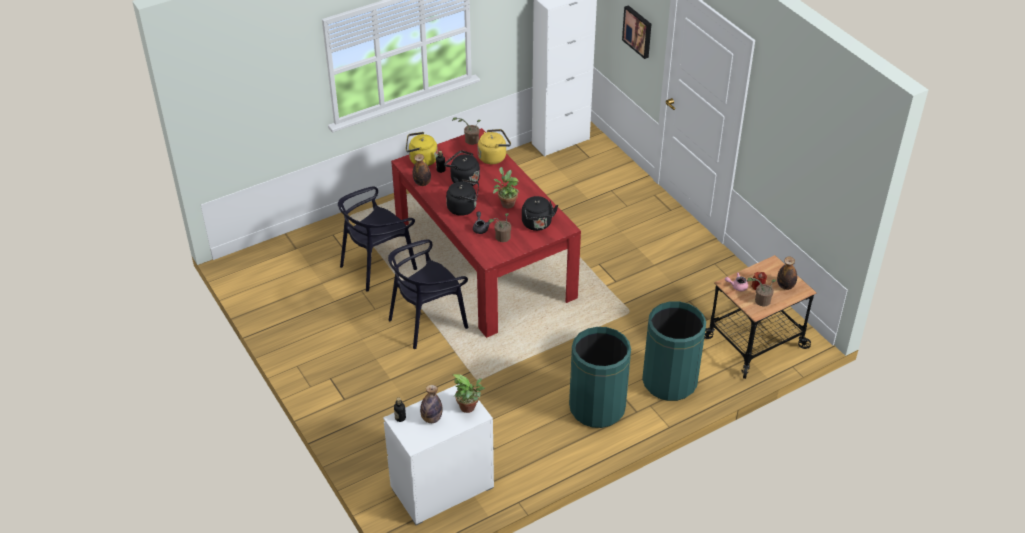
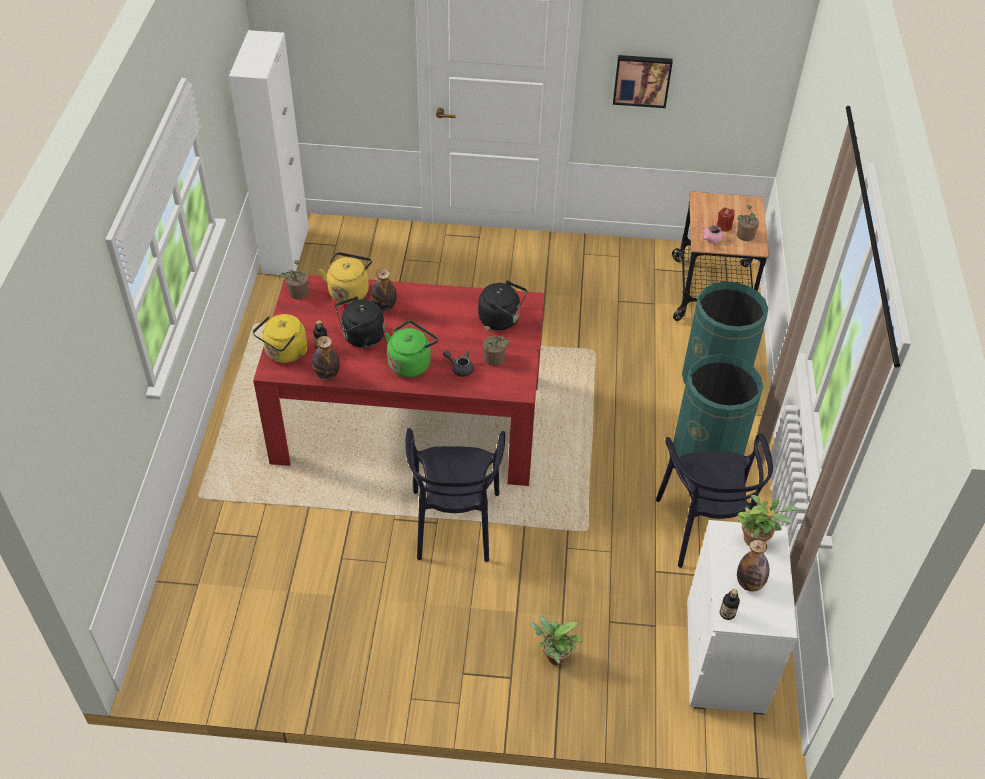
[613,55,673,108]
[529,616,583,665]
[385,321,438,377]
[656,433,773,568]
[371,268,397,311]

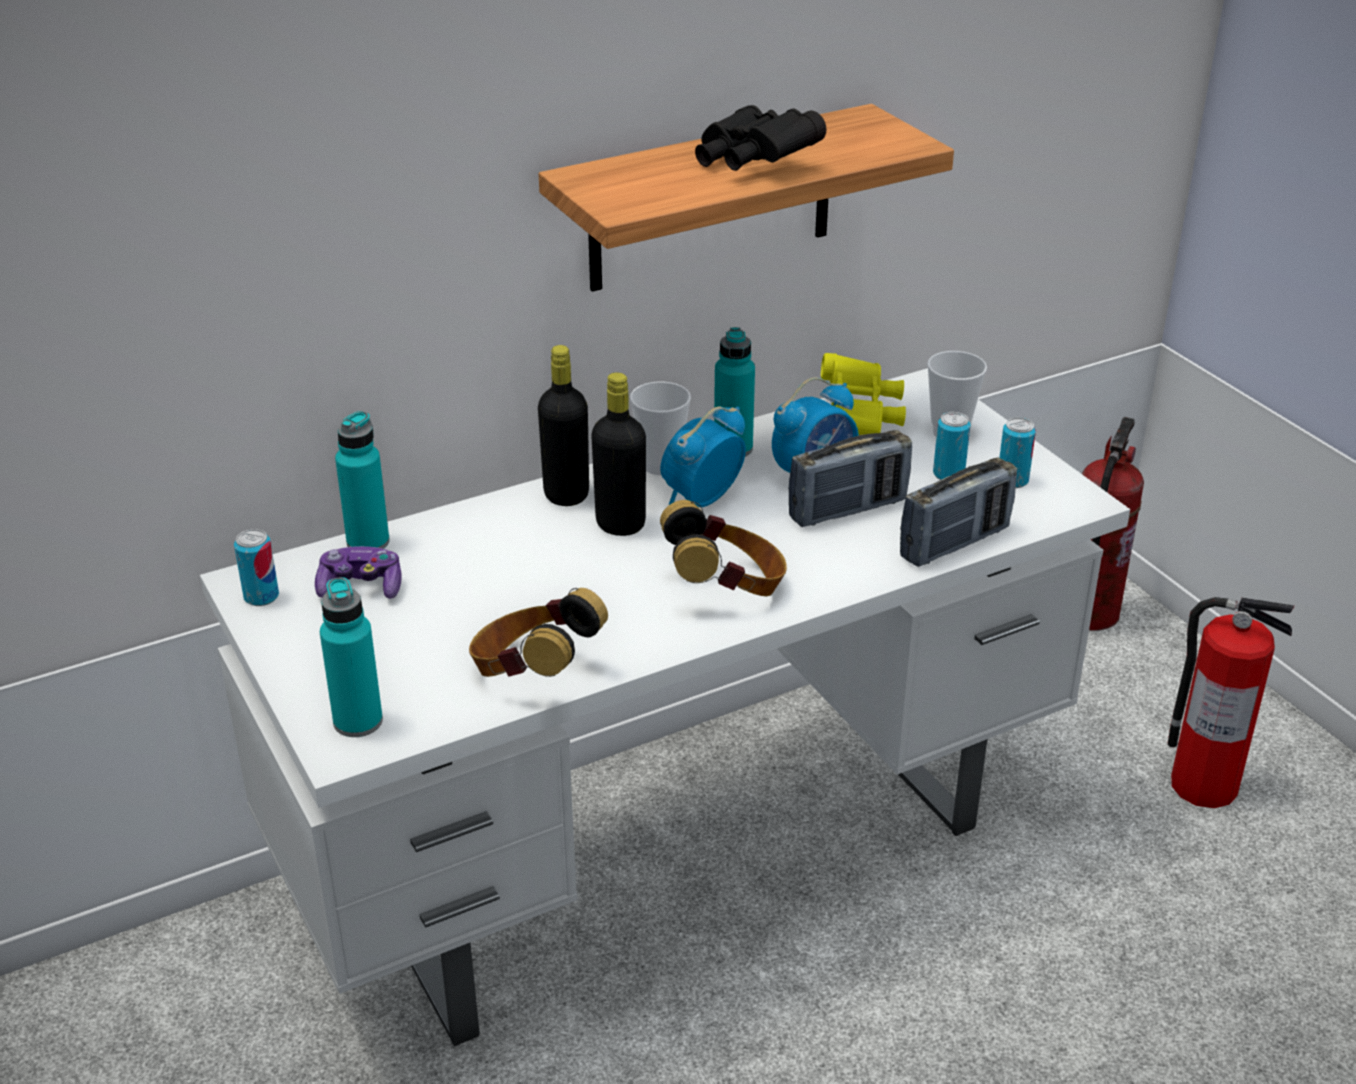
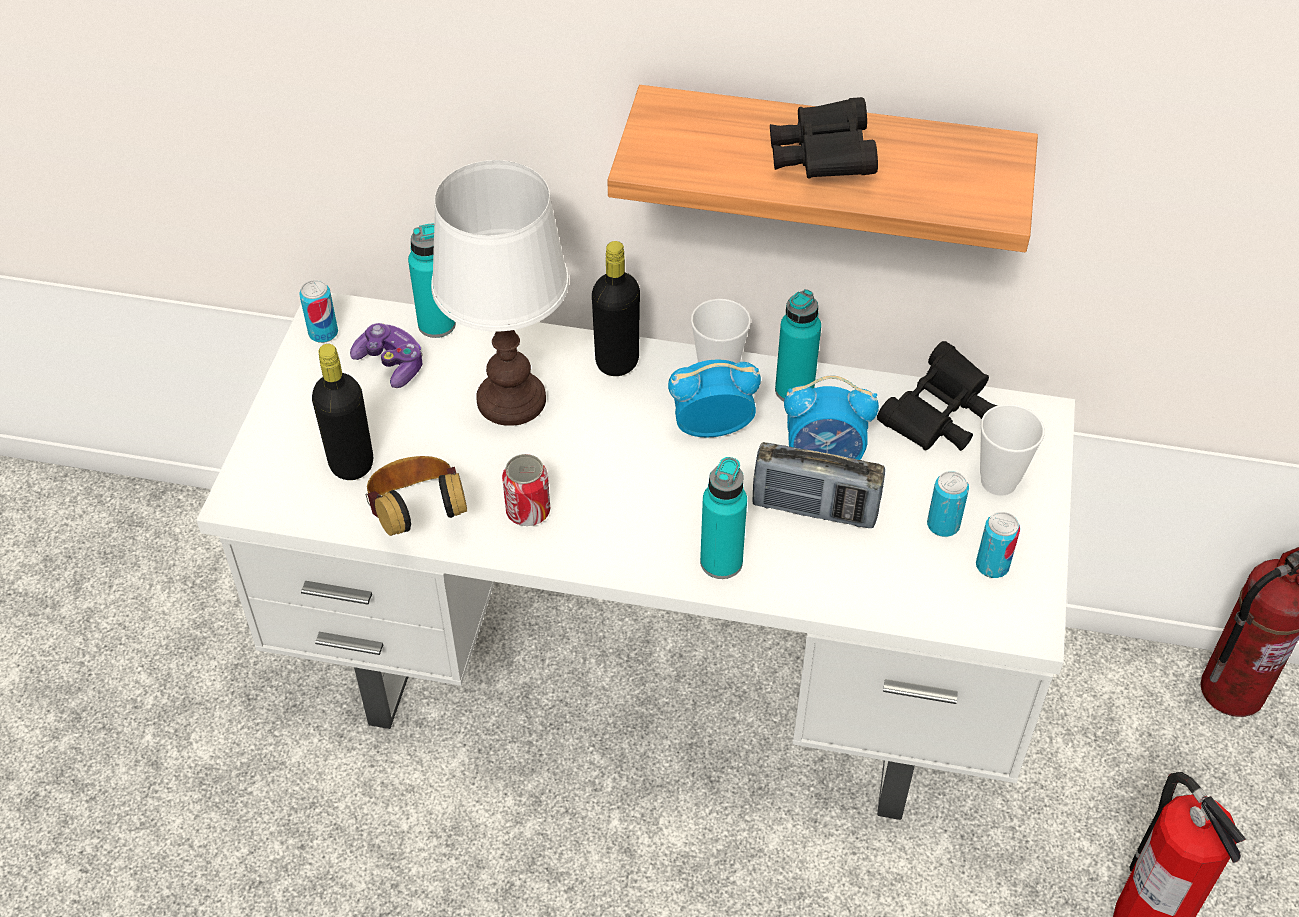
[877,341,997,451]
[312,344,373,480]
[900,458,1017,567] (first image)
[660,500,787,596] (first image)
[700,457,747,579]
[431,160,569,426]
[502,454,550,526]

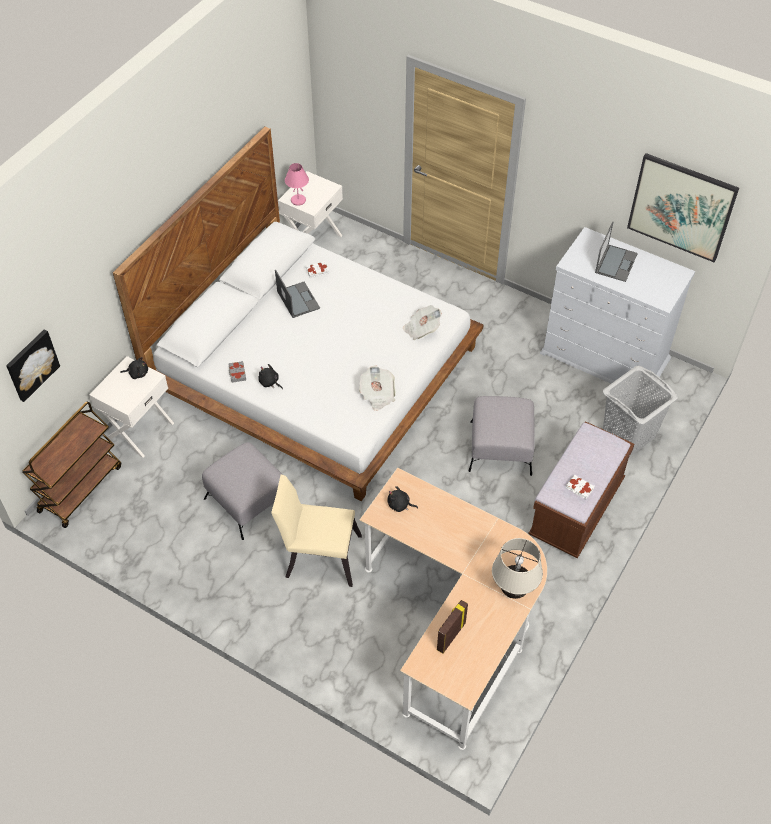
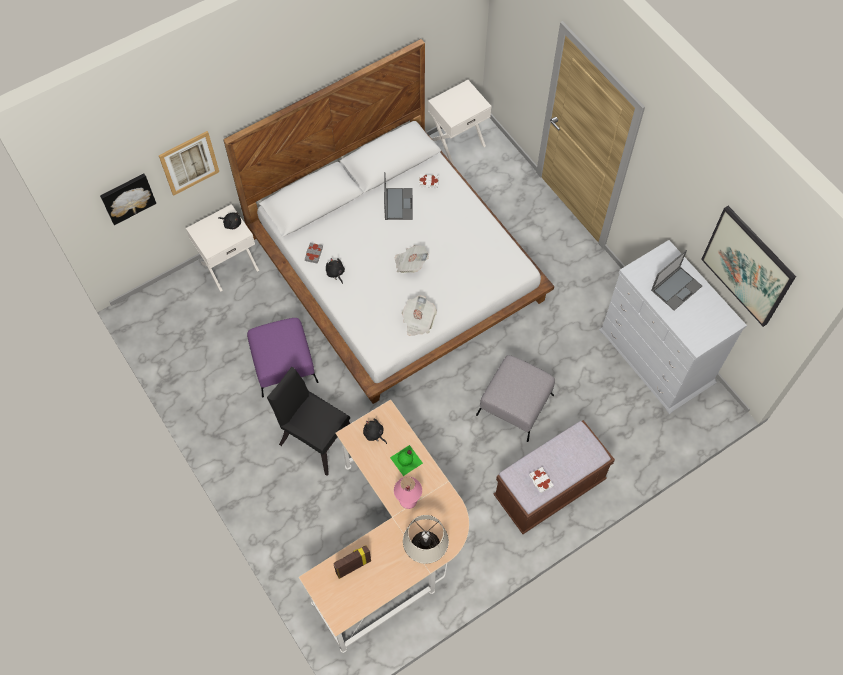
[394,477,422,509]
[395,245,429,273]
[603,366,678,455] (first image)
[22,402,121,528] (first image)
[247,318,318,398]
[267,367,350,476]
[159,131,219,196]
[390,445,423,476]

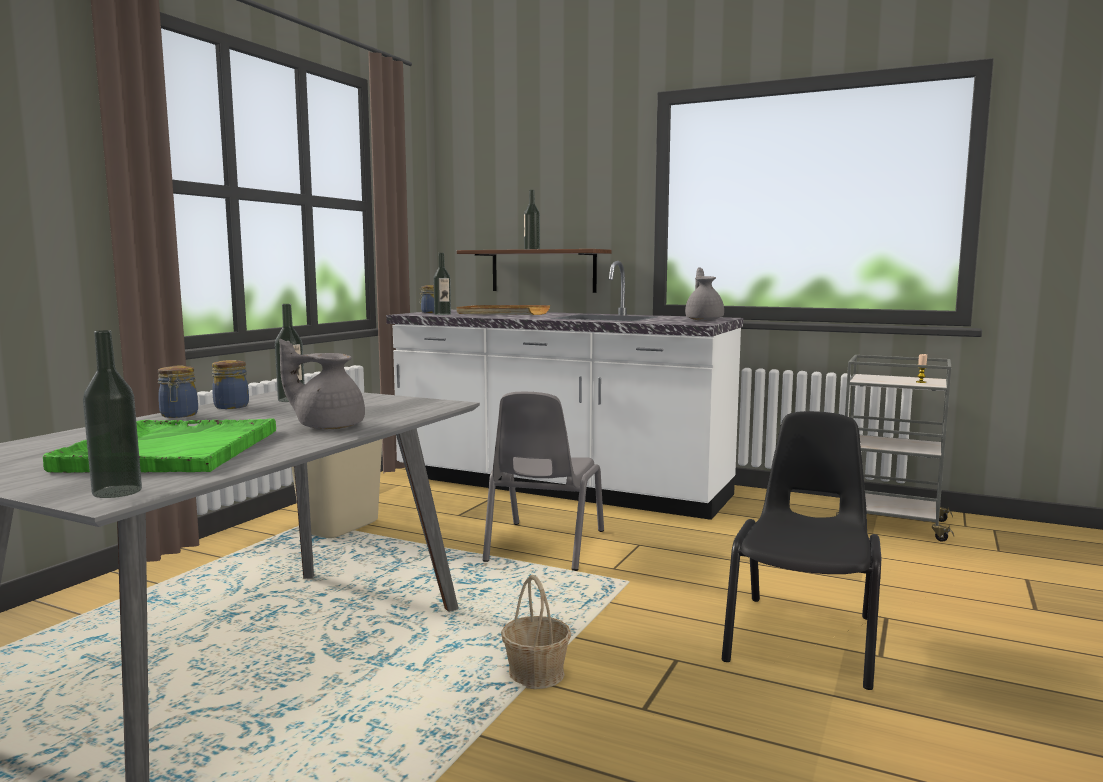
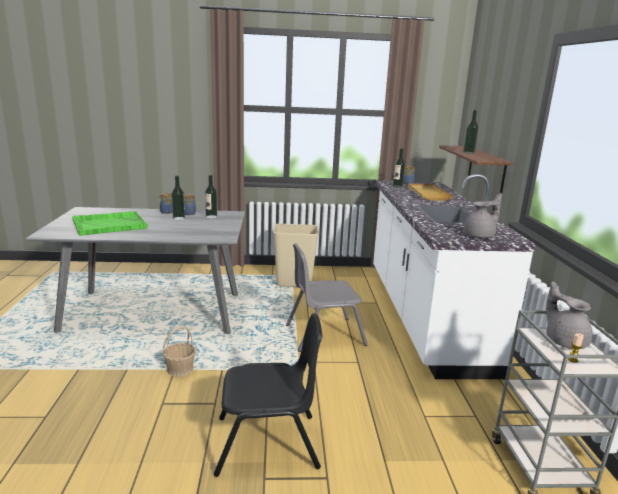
[172,176,185,220]
[546,281,592,349]

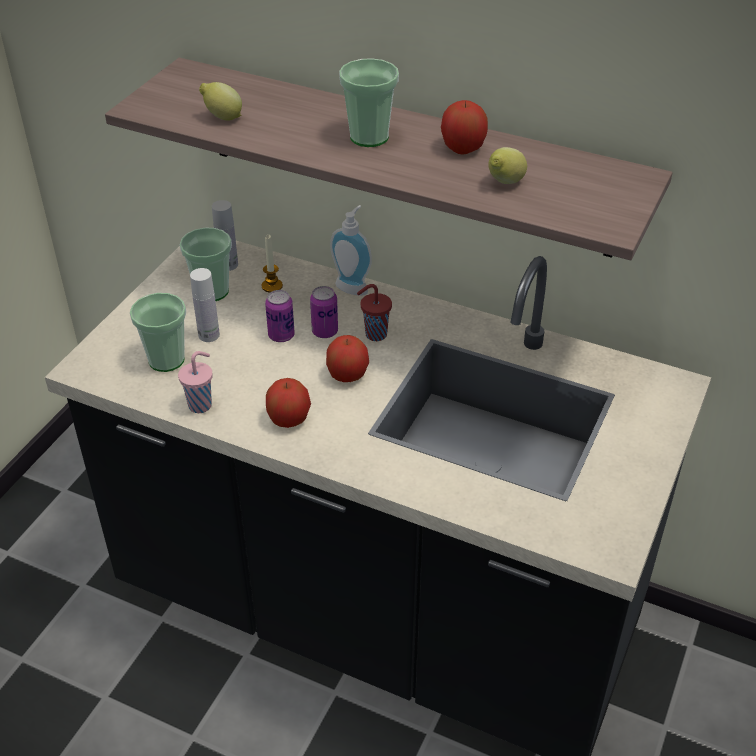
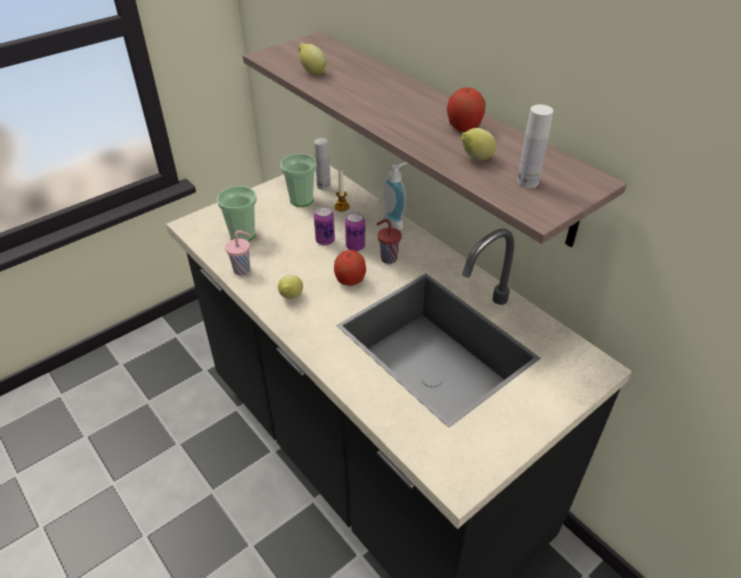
[339,58,399,147] (first image)
[517,104,553,188]
[278,275,303,299]

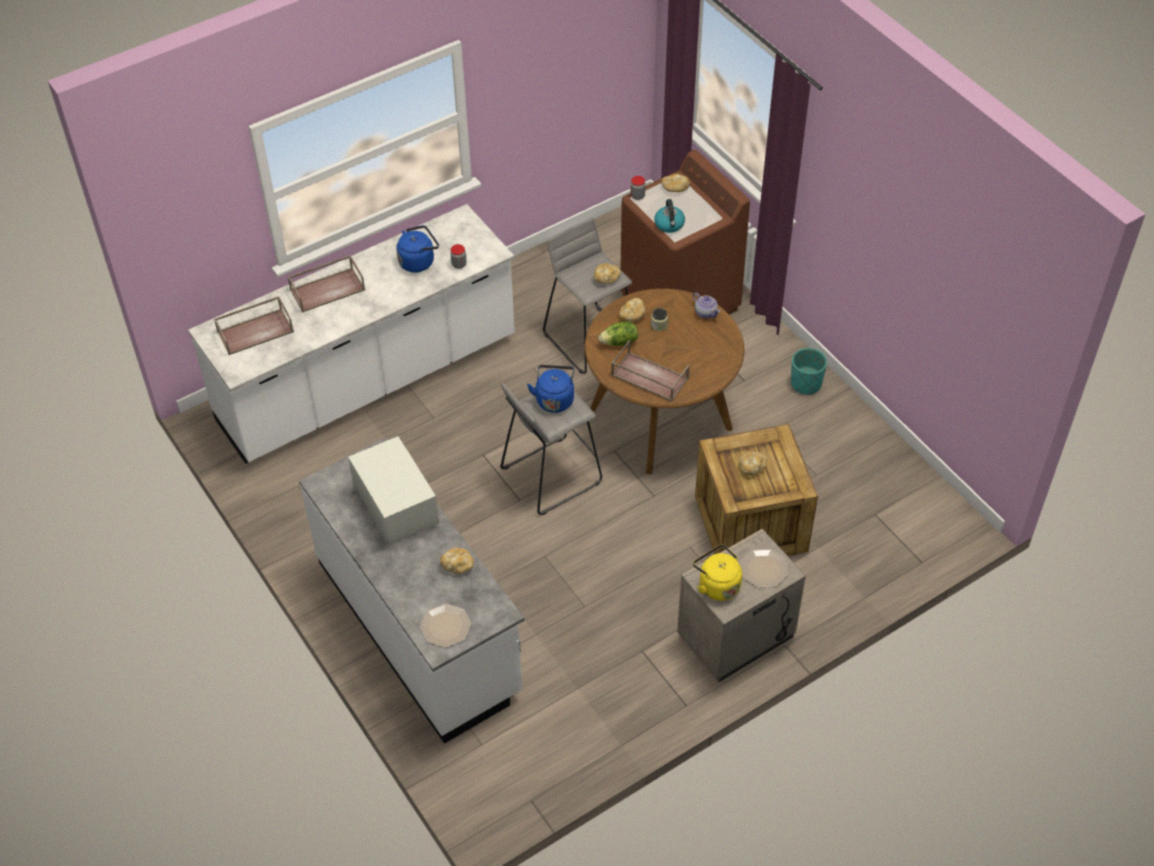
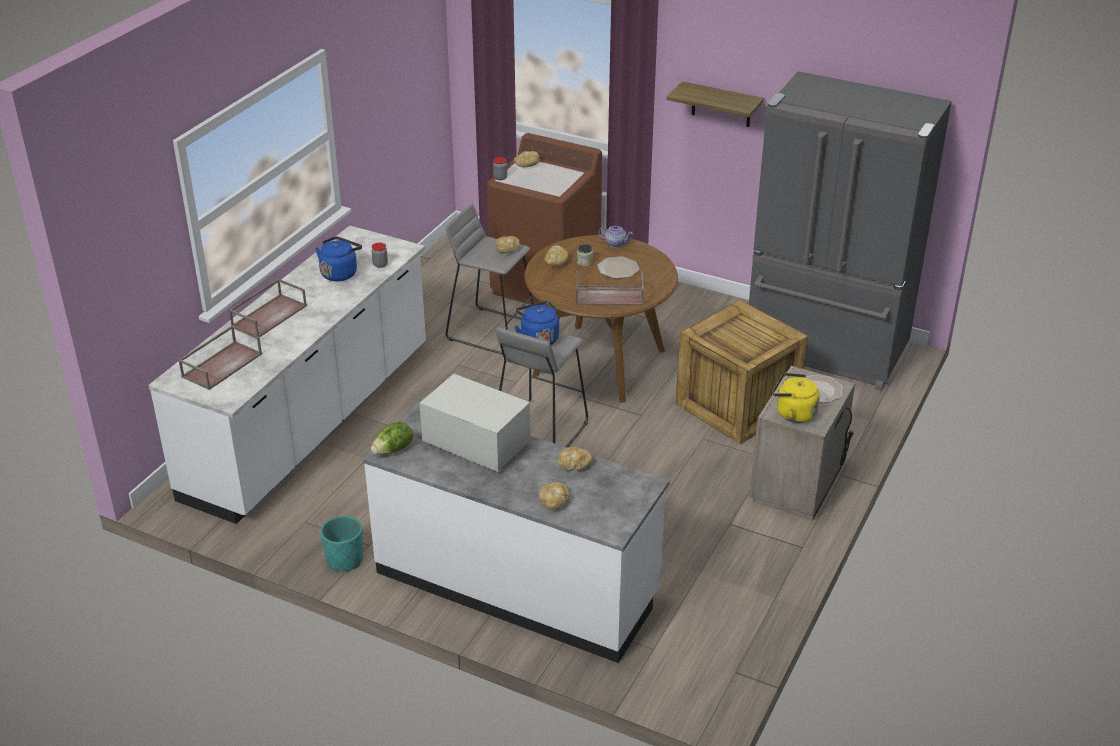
[654,199,685,233] (first image)
[371,422,414,455]
[321,516,363,571]
[539,482,570,509]
[597,256,639,279]
[749,71,951,391]
[666,81,764,127]

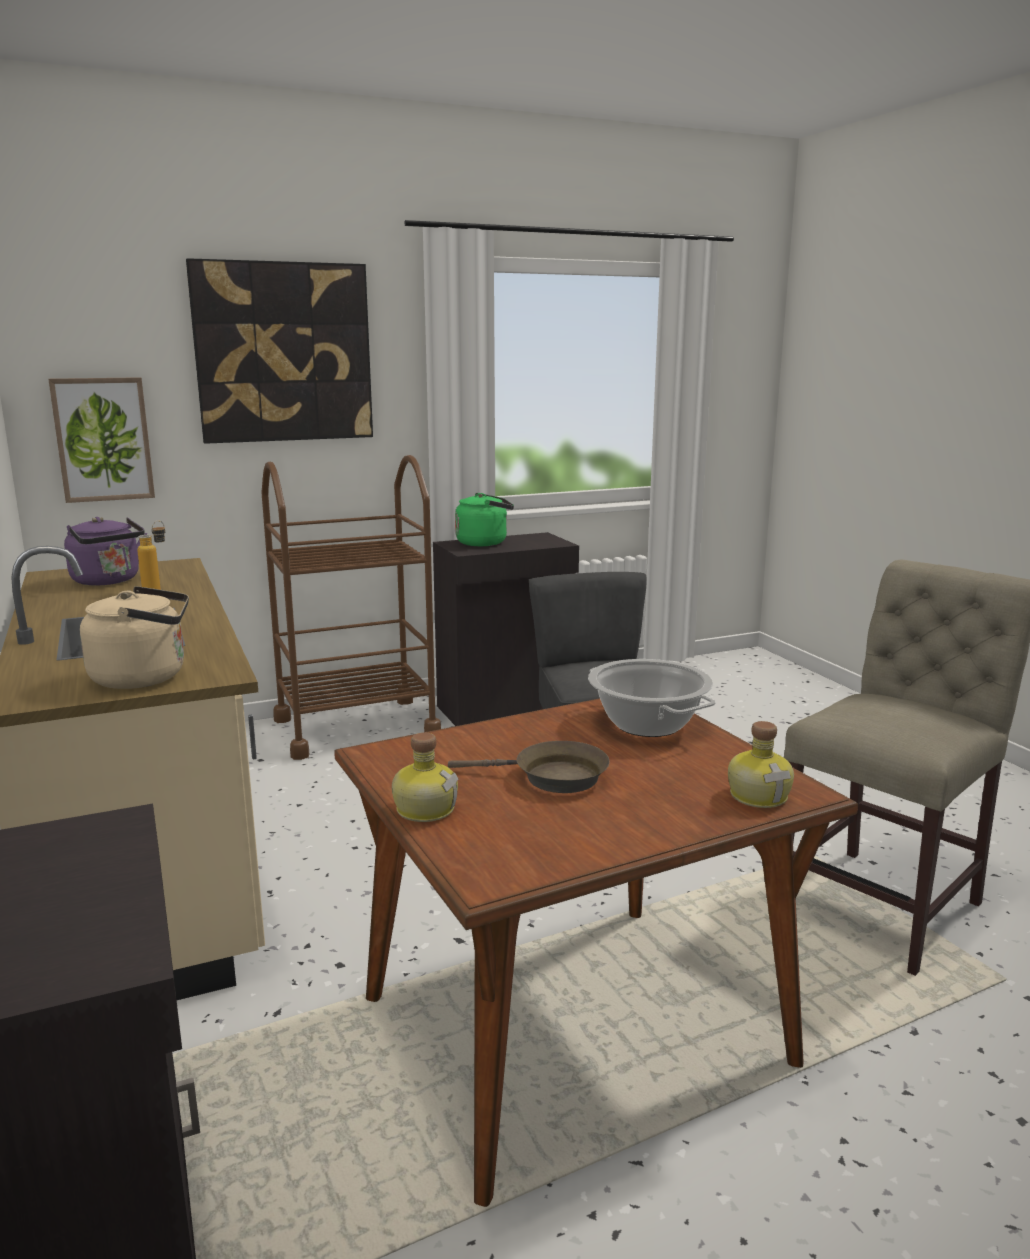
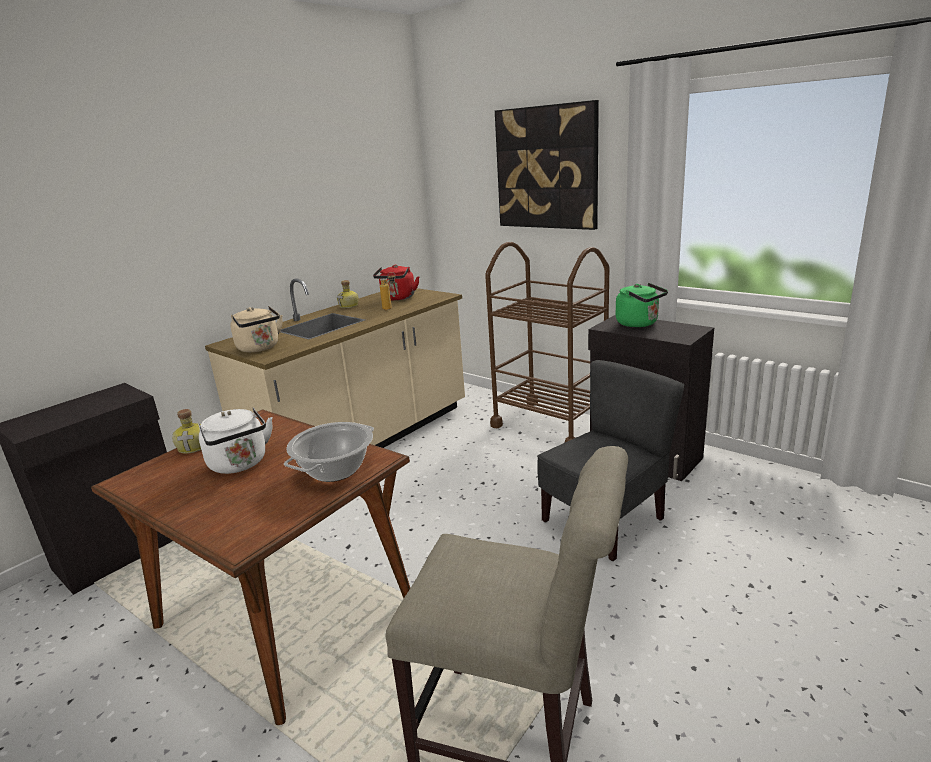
[48,377,155,503] (first image)
[373,264,420,301]
[337,280,358,308]
[198,407,273,474]

